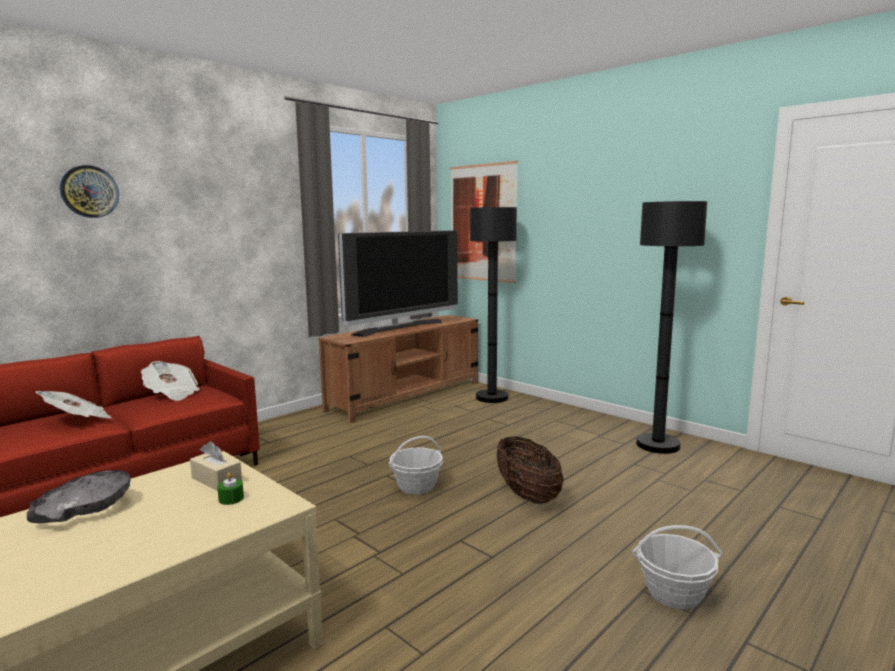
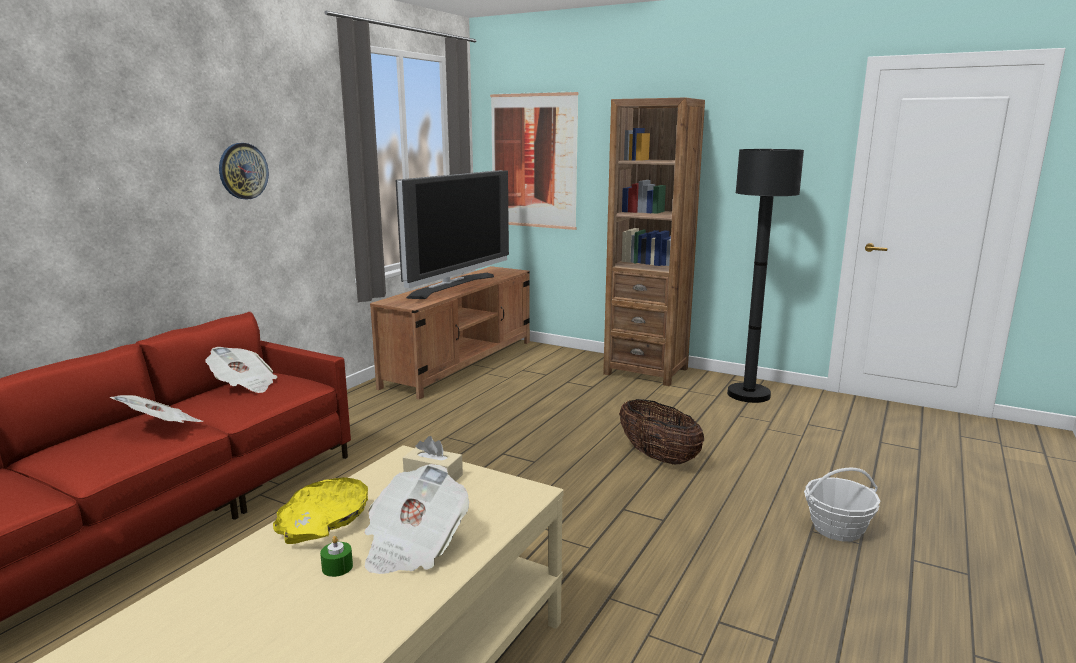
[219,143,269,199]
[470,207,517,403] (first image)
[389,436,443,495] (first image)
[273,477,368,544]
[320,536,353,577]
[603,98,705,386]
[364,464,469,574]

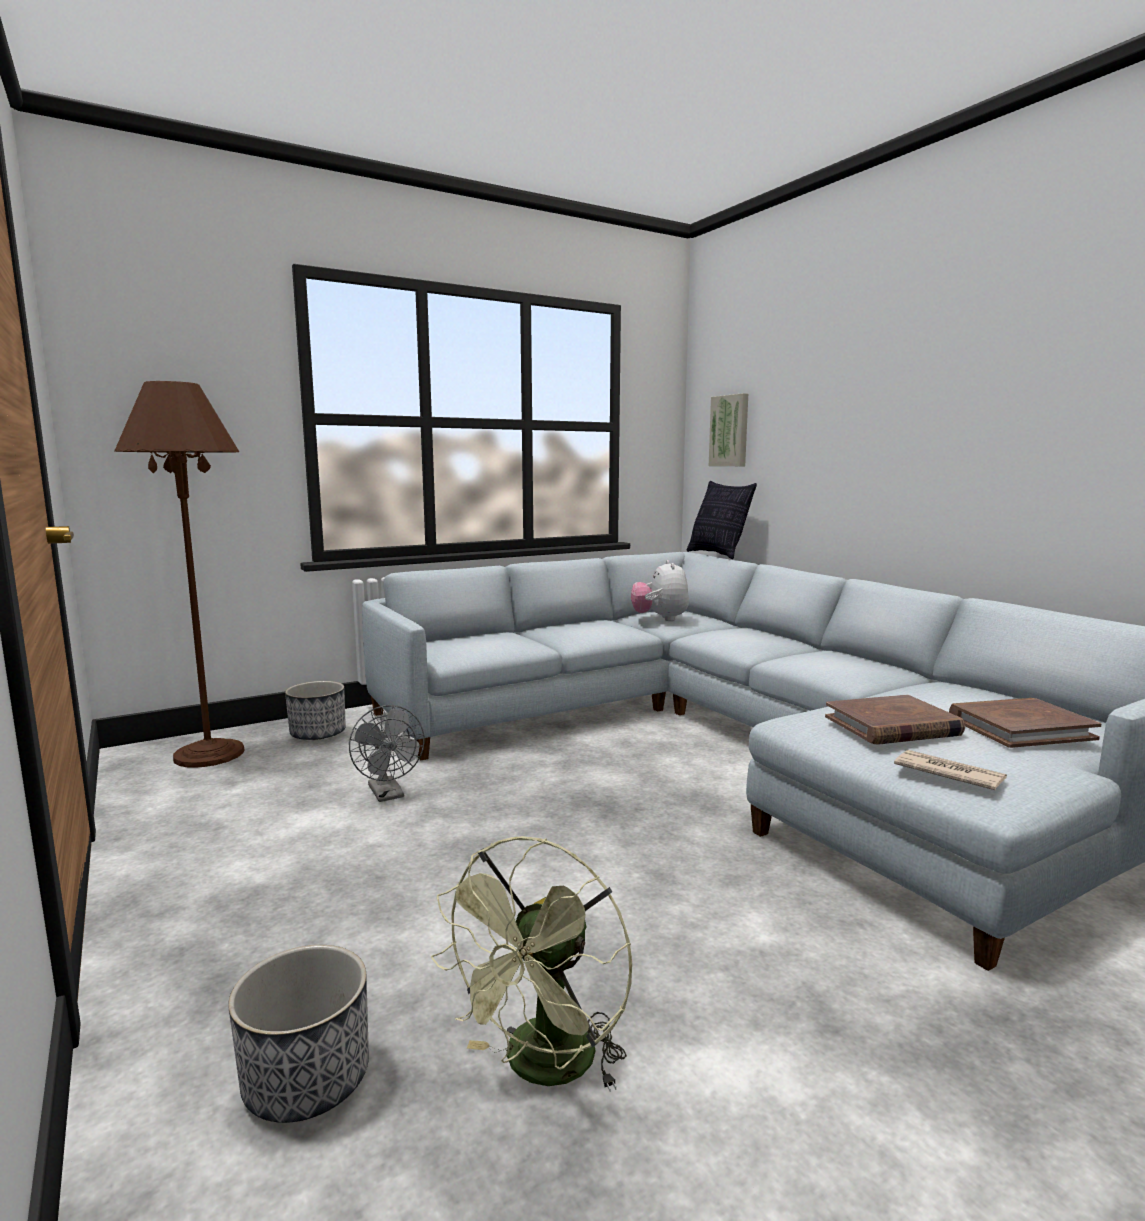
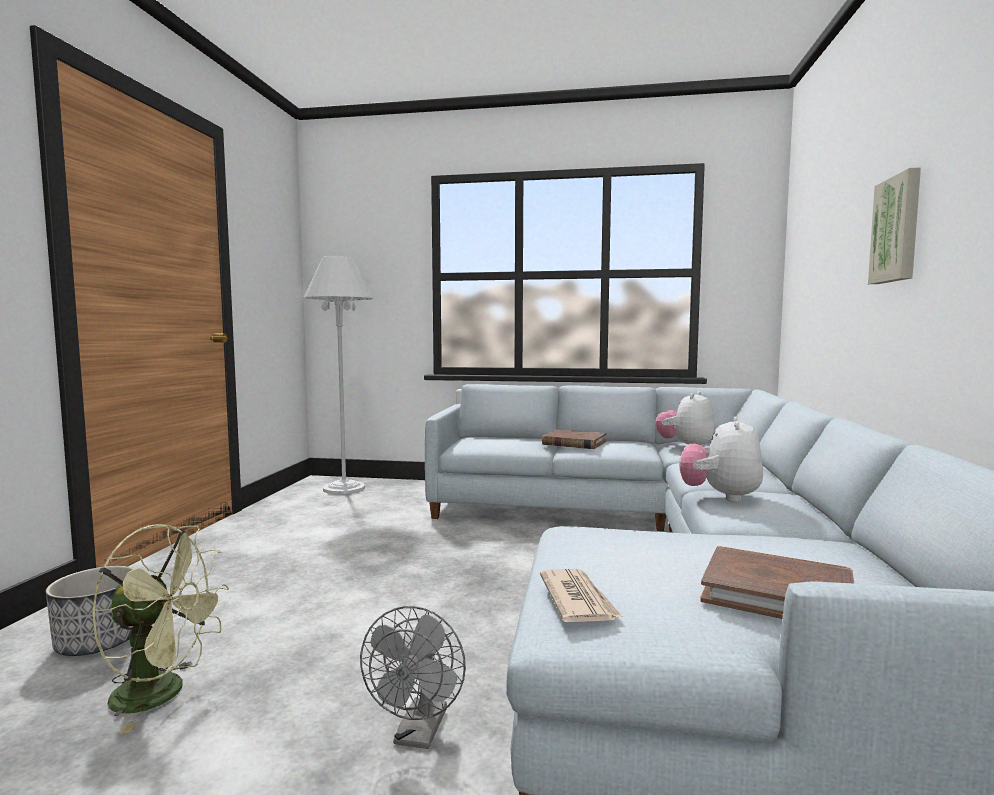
[303,256,373,494]
[868,167,921,284]
[687,481,757,559] (first image)
[285,681,346,740] (first image)
[542,429,606,449]
[360,606,466,749]
[91,524,229,734]
[679,416,763,502]

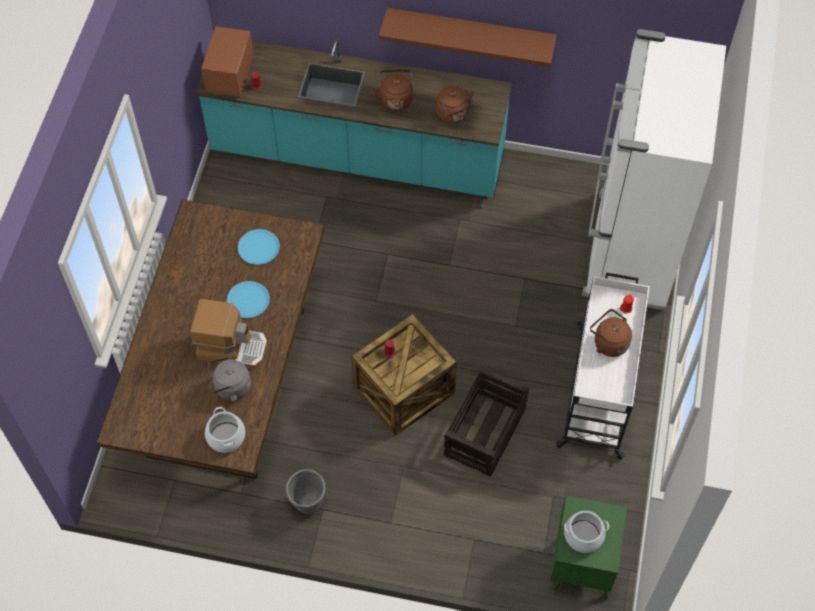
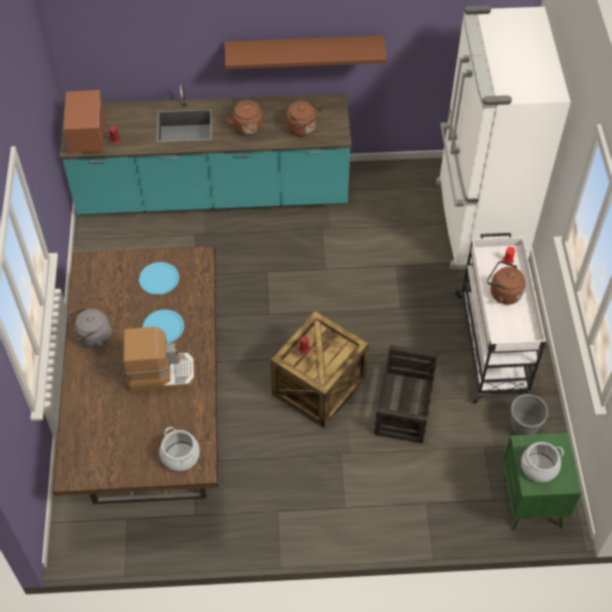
[68,307,111,348]
[510,394,548,435]

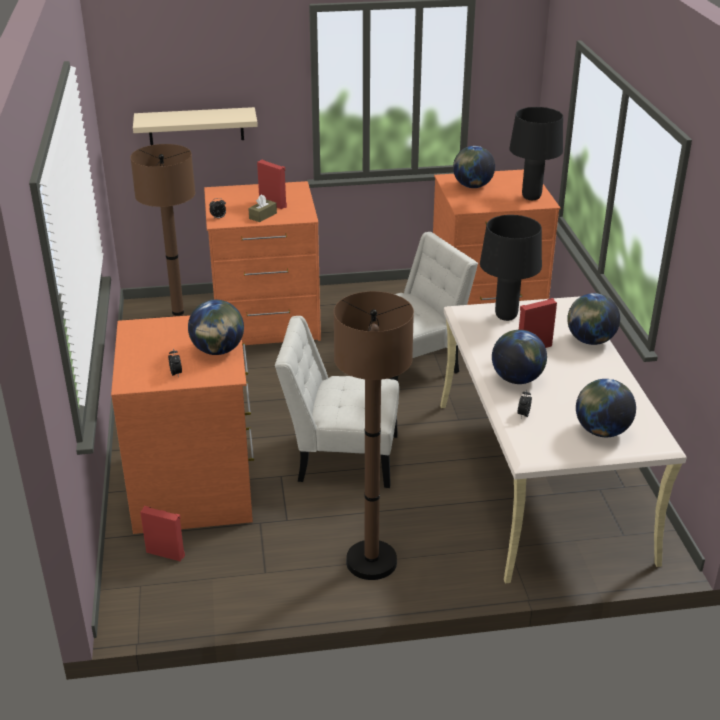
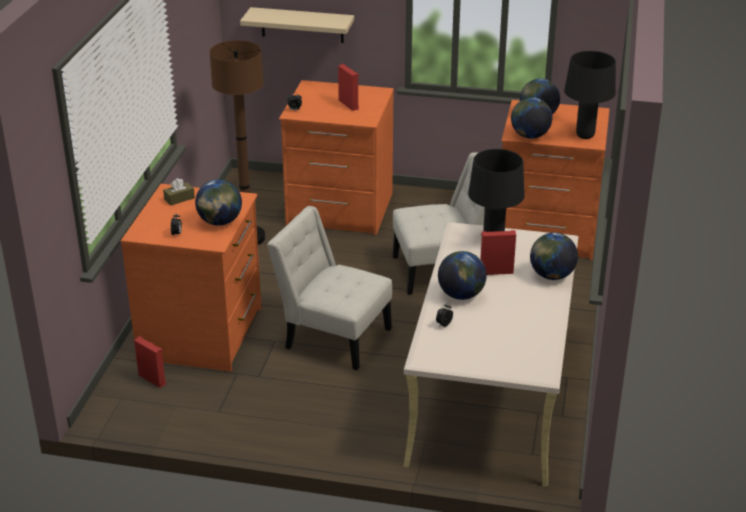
[163,178,195,206]
[334,291,414,580] (first image)
[511,97,552,139]

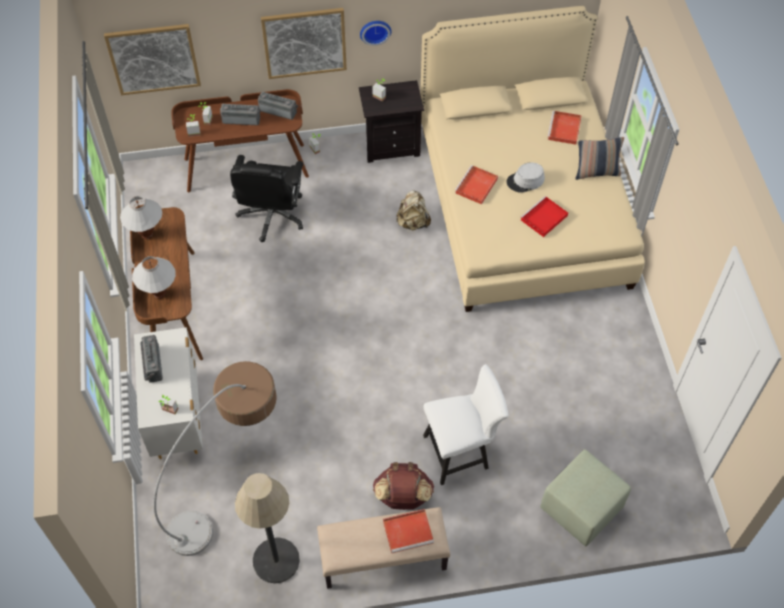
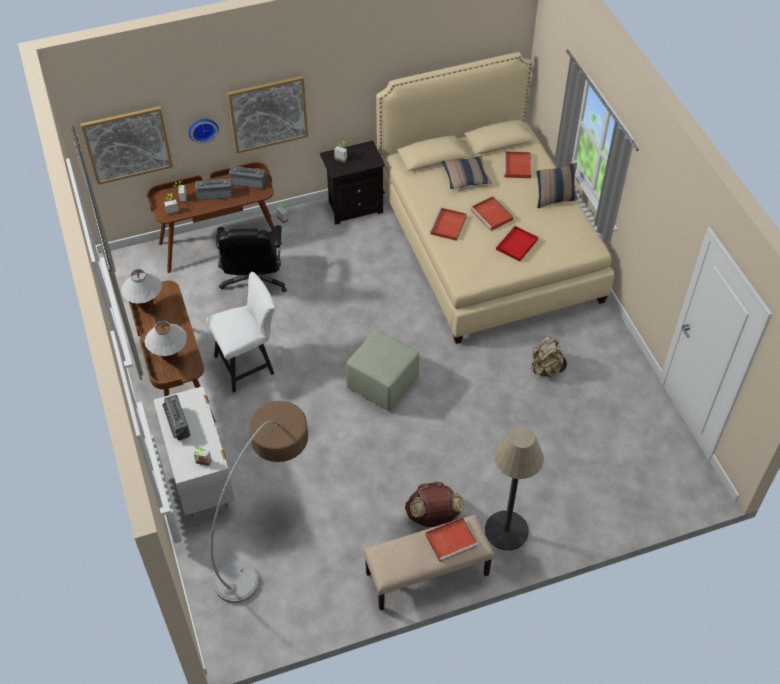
[189,119,219,144]
[470,196,514,231]
[531,336,567,377]
[206,272,275,393]
[346,329,420,411]
[485,426,544,550]
[442,156,491,189]

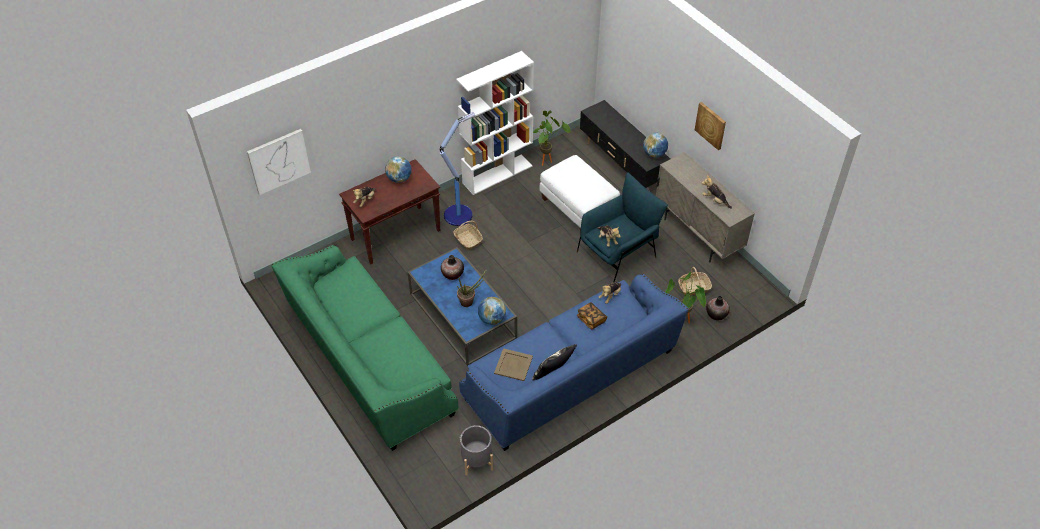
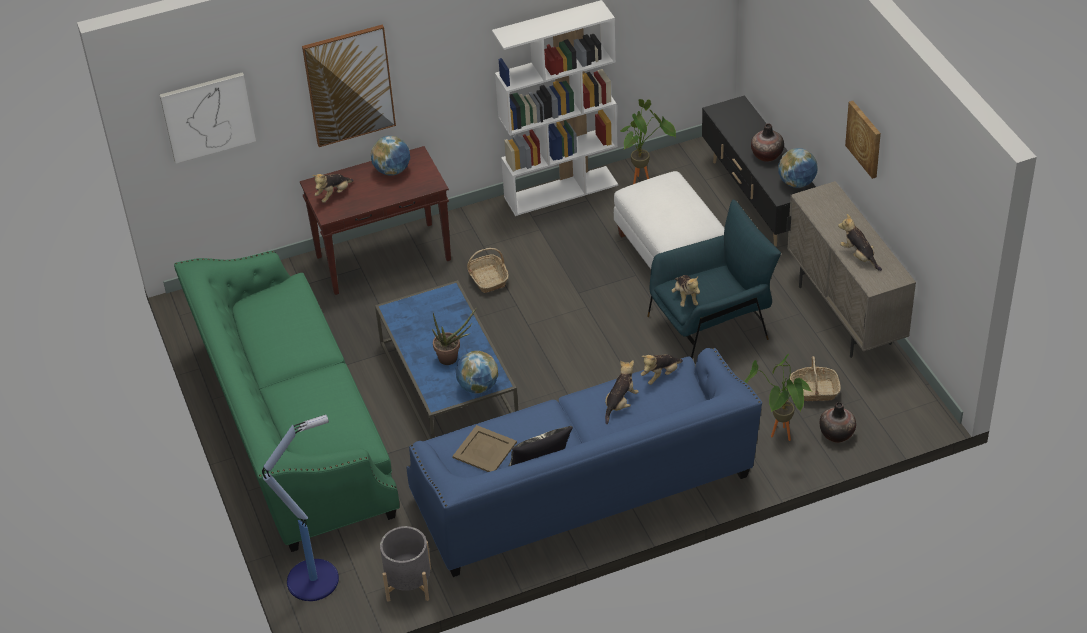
[262,415,339,601]
[751,123,784,162]
[605,360,639,424]
[302,25,396,147]

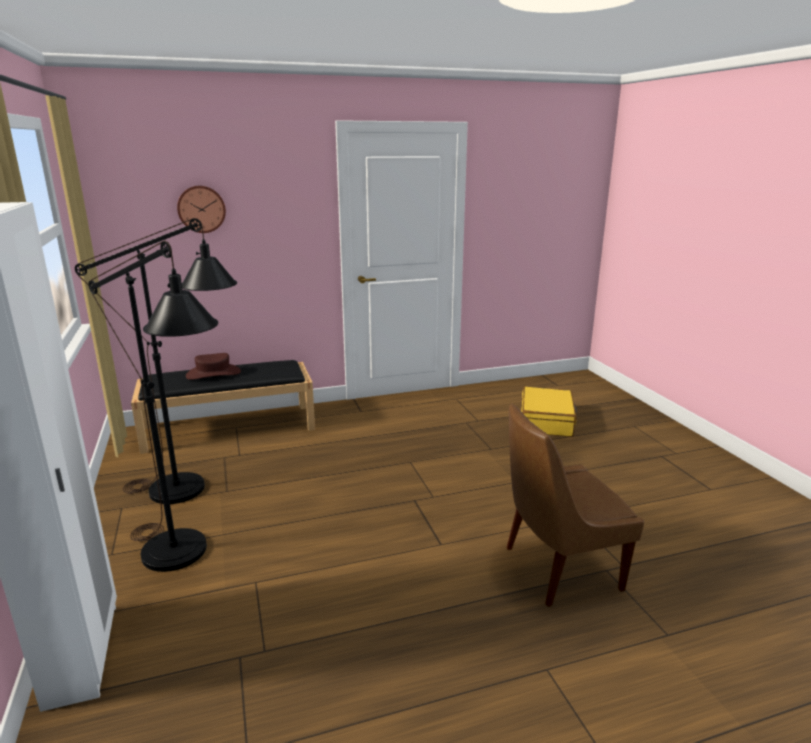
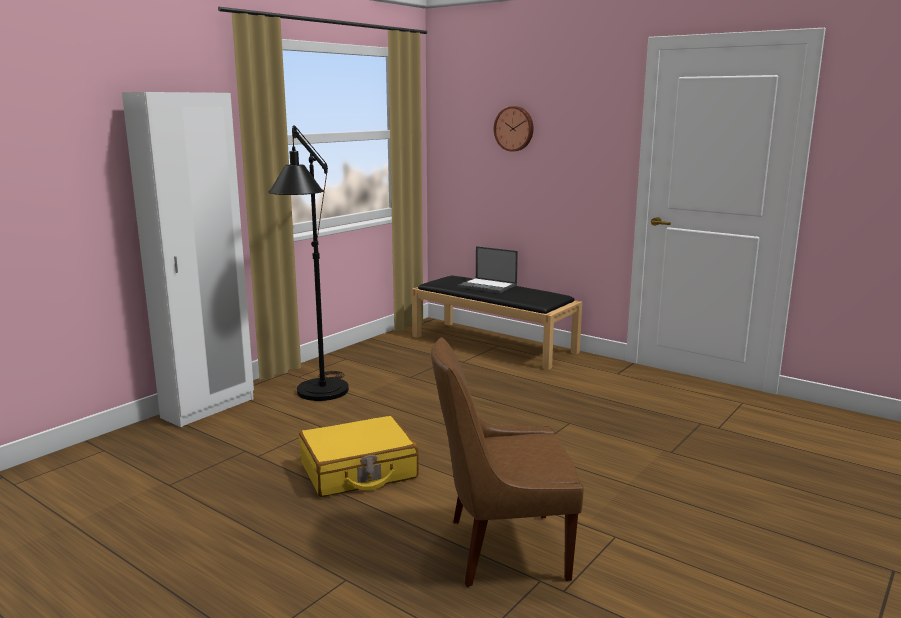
[75,218,237,504] (first image)
[458,246,518,293]
[299,416,419,497]
[431,337,584,587]

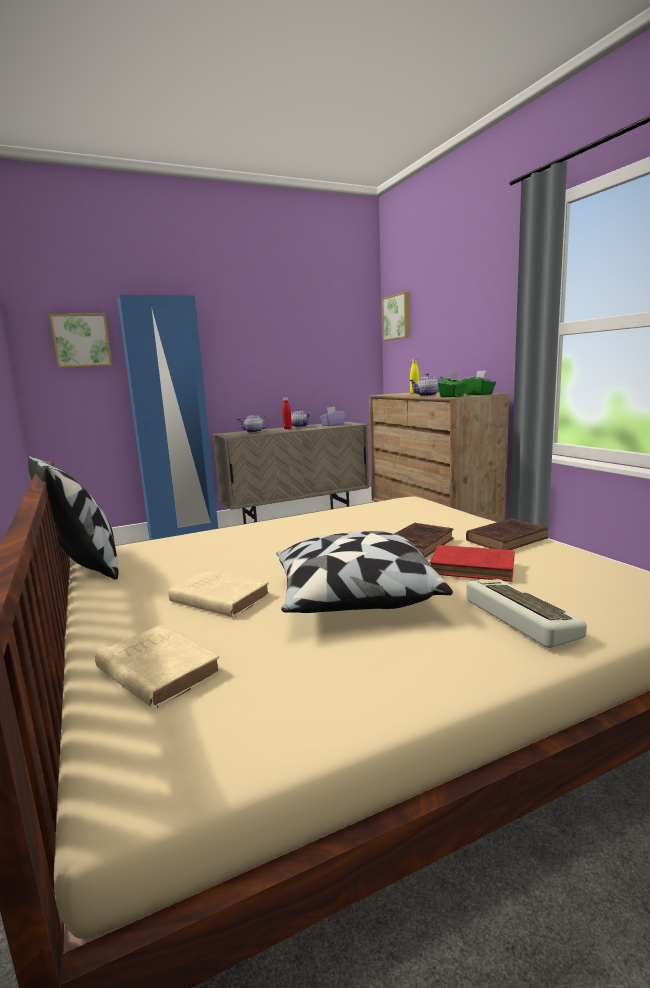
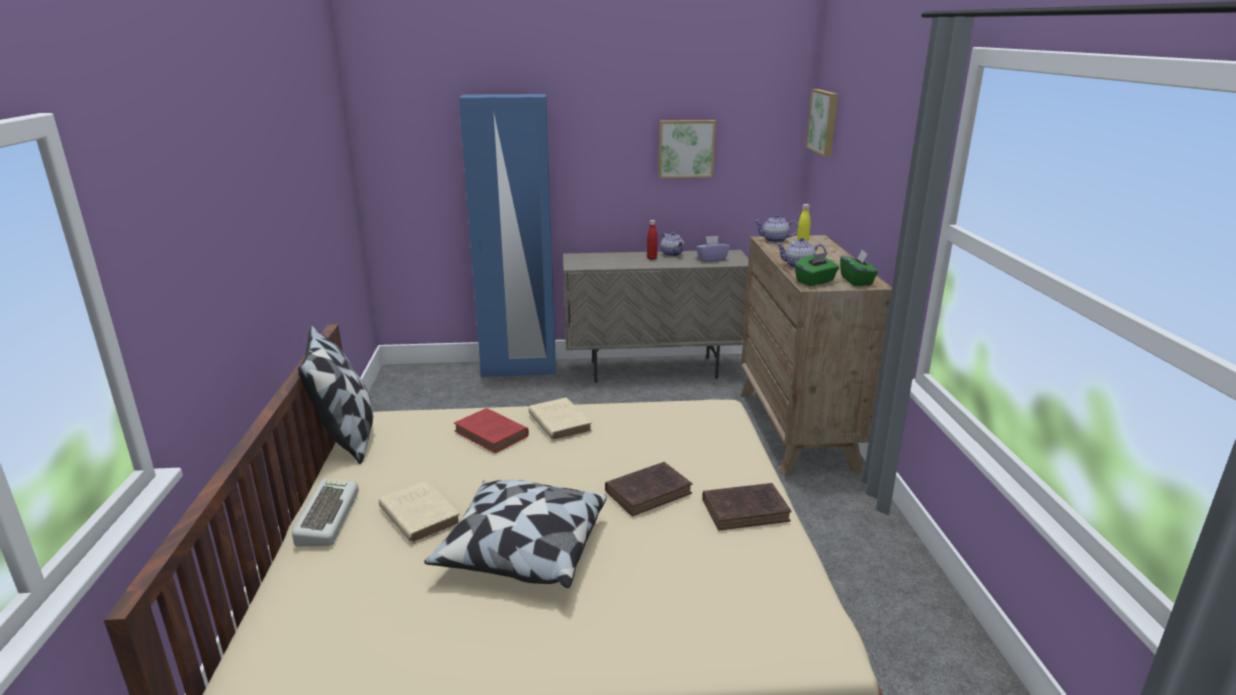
[658,120,716,178]
[754,215,798,243]
[454,408,529,453]
[292,479,359,547]
[529,397,592,441]

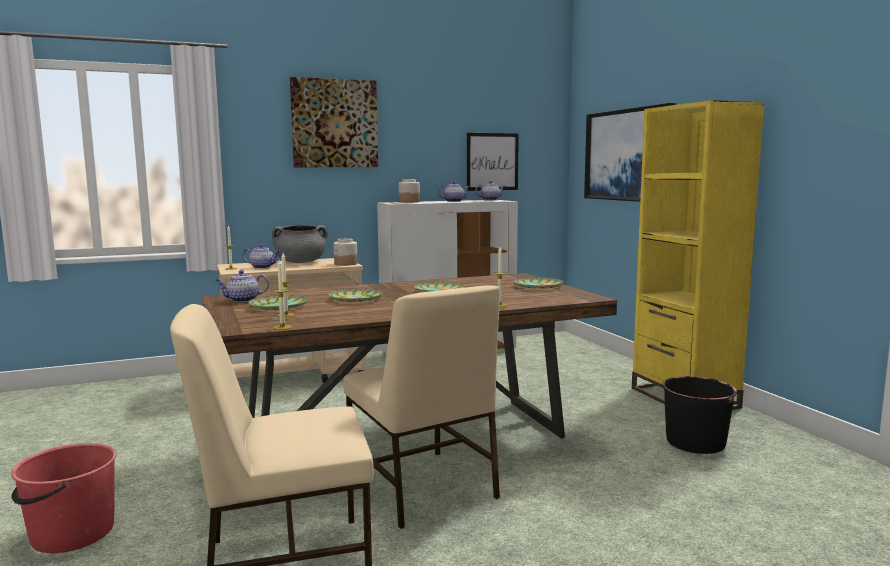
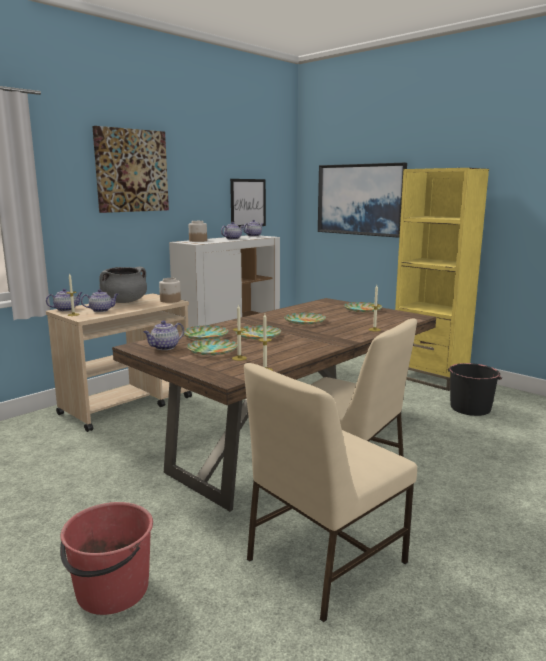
[46,289,83,311]
[184,325,229,340]

